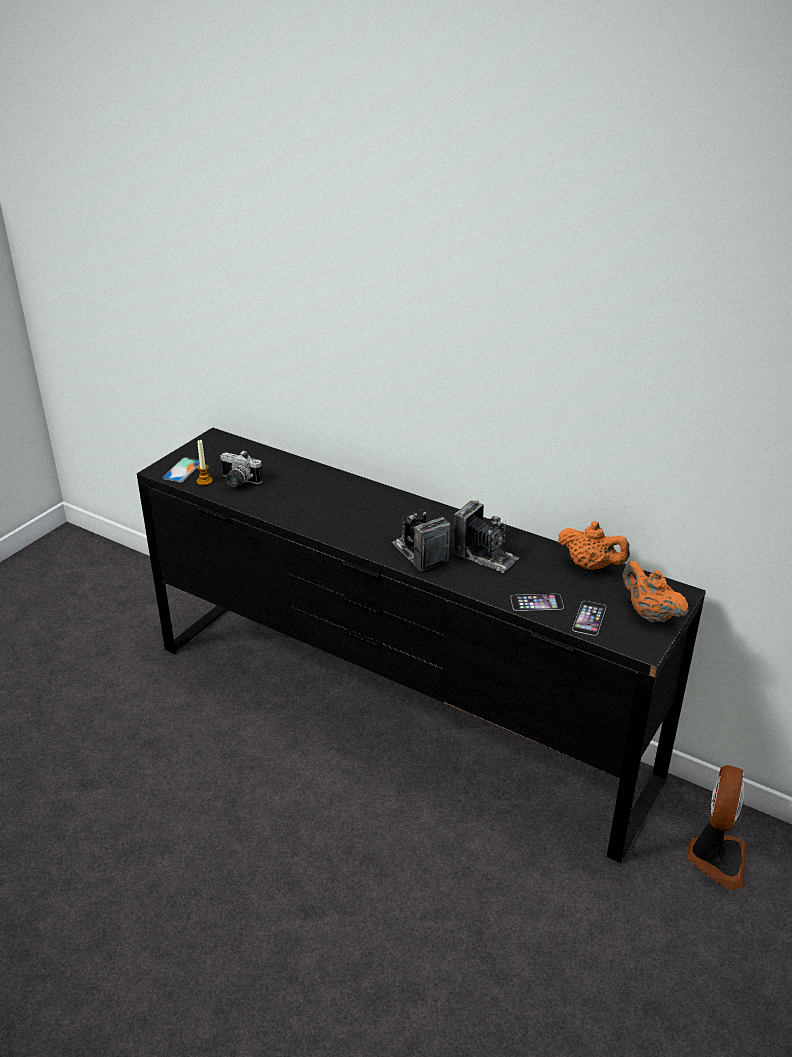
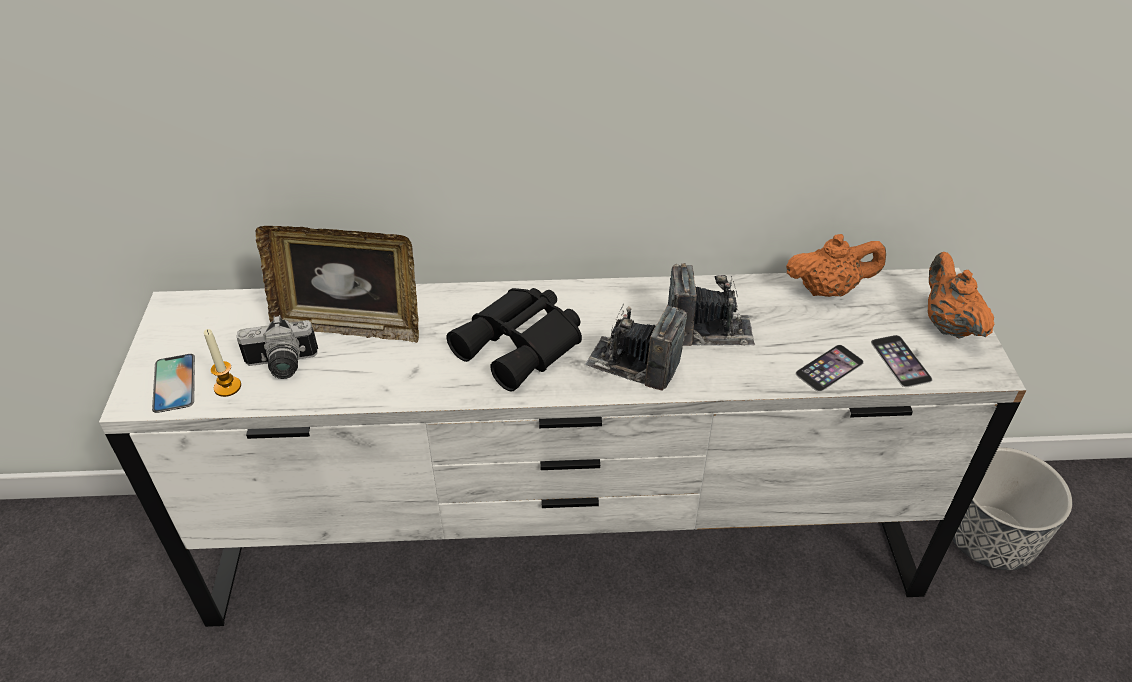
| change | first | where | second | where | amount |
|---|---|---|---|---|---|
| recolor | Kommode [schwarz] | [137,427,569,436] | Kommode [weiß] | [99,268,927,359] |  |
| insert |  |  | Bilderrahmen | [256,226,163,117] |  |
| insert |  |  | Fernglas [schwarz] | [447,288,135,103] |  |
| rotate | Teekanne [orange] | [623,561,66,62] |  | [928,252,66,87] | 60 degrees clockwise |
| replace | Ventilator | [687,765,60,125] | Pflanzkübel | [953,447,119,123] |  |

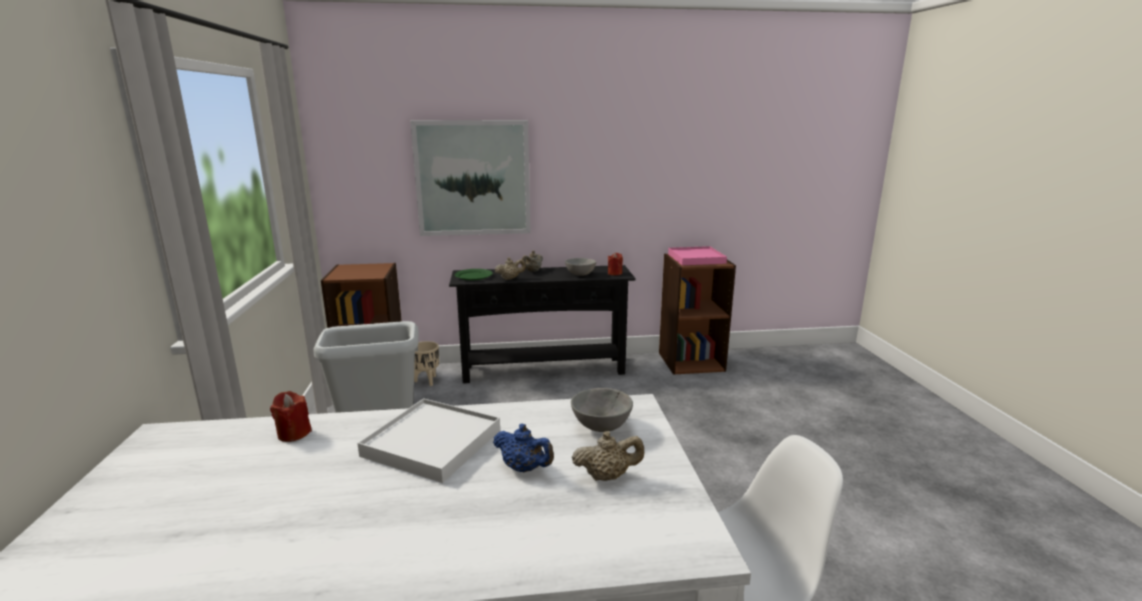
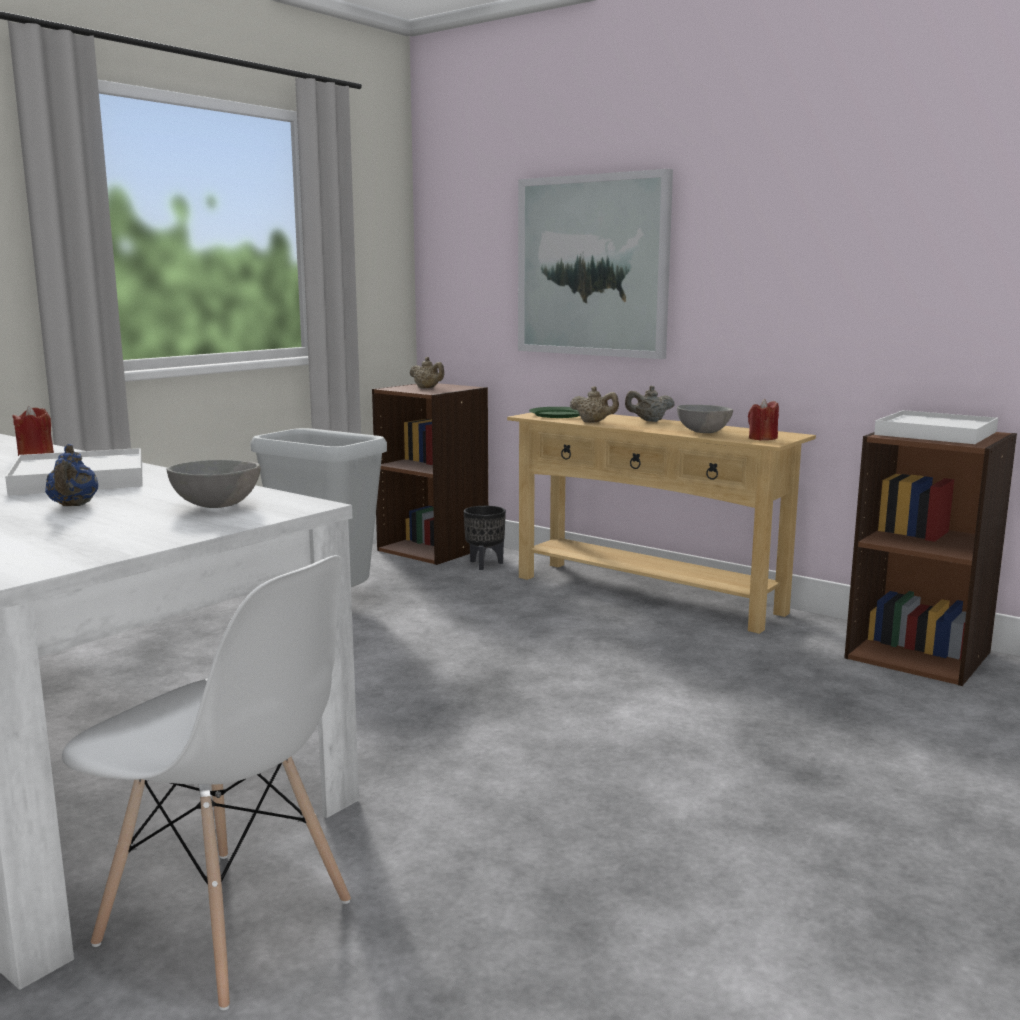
| change | first | where | second | where | amount |
|---|---|---|---|---|---|
| move | Teekanne [beige] | [572,431,72,50] |  | [410,357,34,31] |  |
| recolor | Pflanzkübel [beige] | [414,341,25,45] | Pflanzkübel [schwarz] | [464,506,42,64] |  |
| recolor | Konsolentisch [schwarz] | [449,265,187,118] | Konsolentisch [beige] | [507,412,309,222] |  |
| recolor | Tablett [rosa] | [668,246,59,19] | Tablett [weiß] | [874,410,124,34] |  |

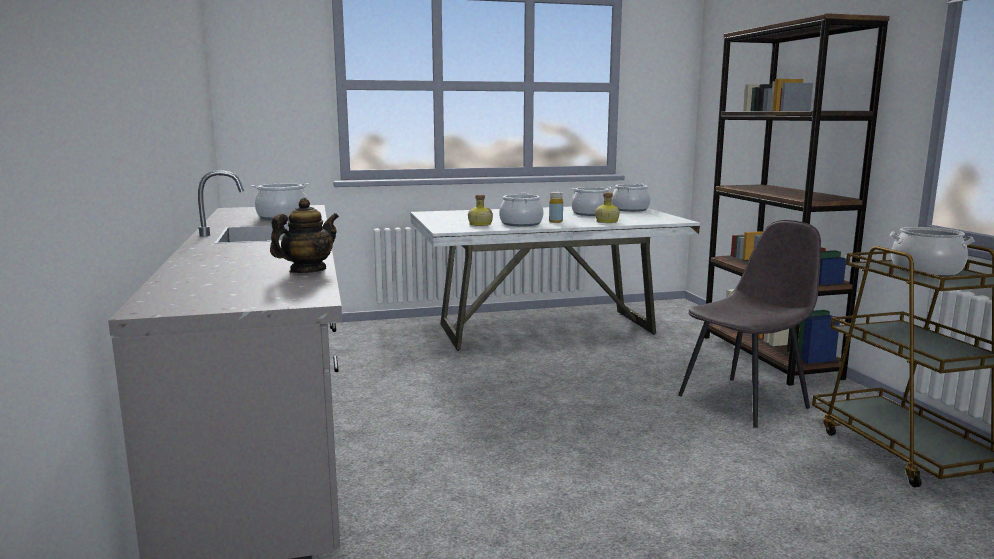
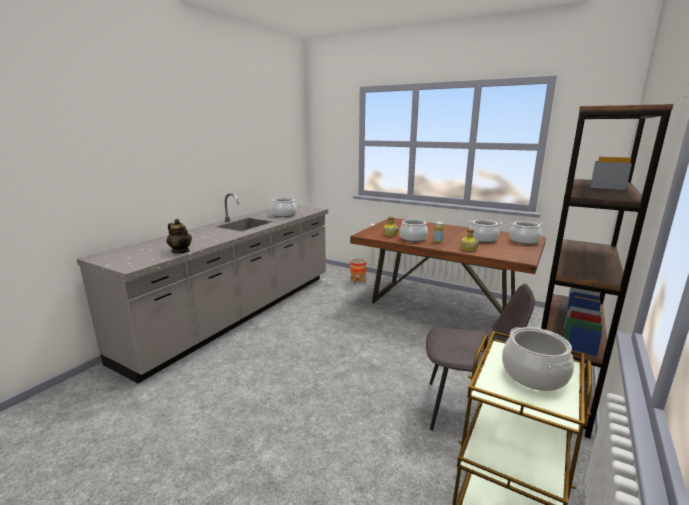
| change | first | where | second | where | amount |
|---|---|---|---|---|---|
| rotate | Teekanne | [270,198,69,75] |  | [166,219,26,34] | 45 degrees clockwise |
| recolor | Esstisch [weiß] | [410,207,290,144] | Esstisch [braun] | [350,218,196,96] |  |
| insert |  |  | Pflanzkübel | [350,258,16,26] |  |

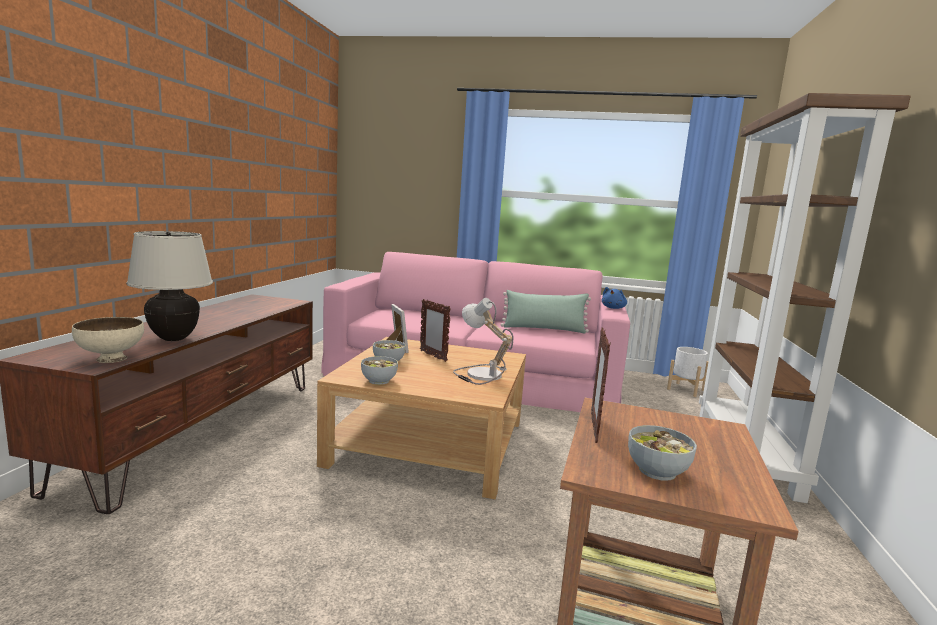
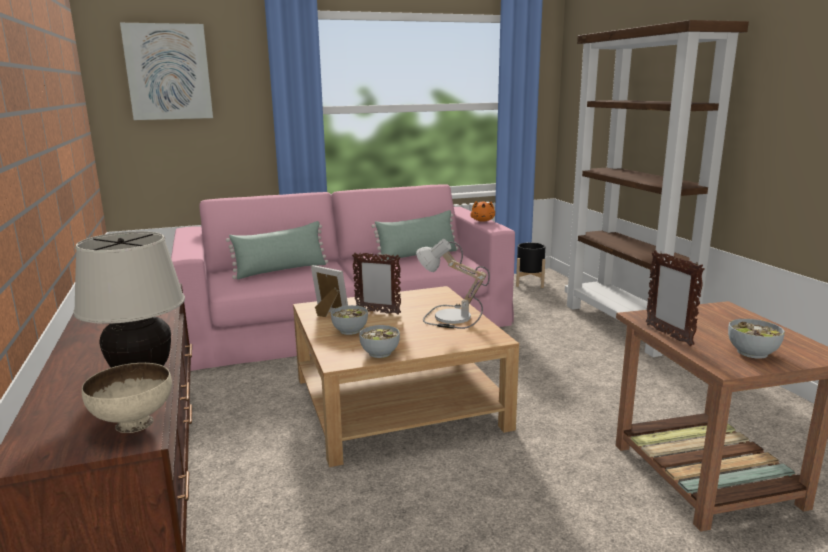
| change | first | where | second | where | amount |
|---|---|---|---|---|---|
| insert |  |  | Bild | [120,23,93,97] |  |
| insert |  |  | Kissen [grün] | [226,221,102,58] |  |
| recolor | Plüschtier [blau] | [602,287,25,22] | Plüschtier [orange] | [470,201,25,21] |  |
| recolor | Pflanzkübel [weiß] | [667,347,42,50] | Pflanzkübel [schwarz] | [516,243,29,45] |  |

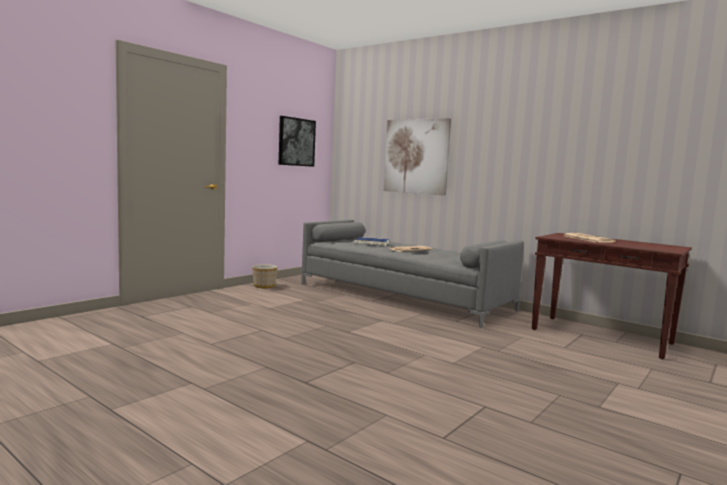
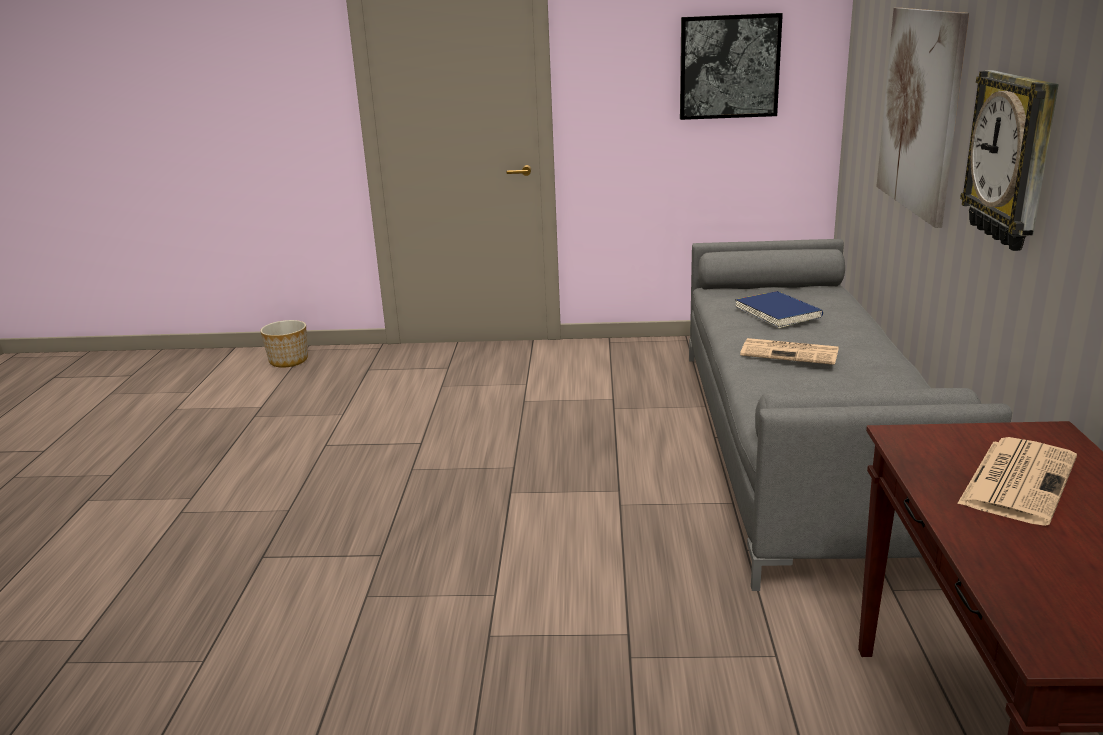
| change | first | where | second | where | amount |
|---|---|---|---|---|---|
| move | Pflanzkübel | [252,264,25,24] |  | [260,320,48,48] |  |
| insert |  |  | Wanduhr | [960,70,99,181] |  |

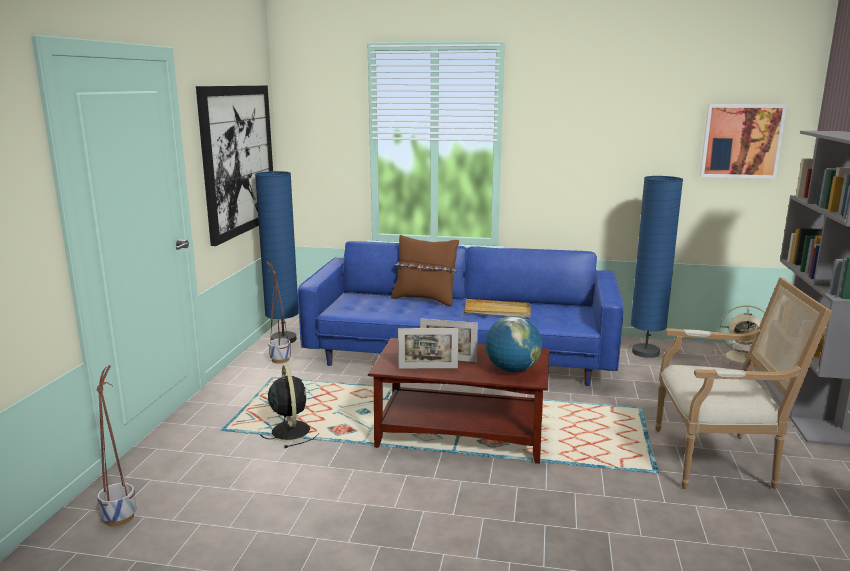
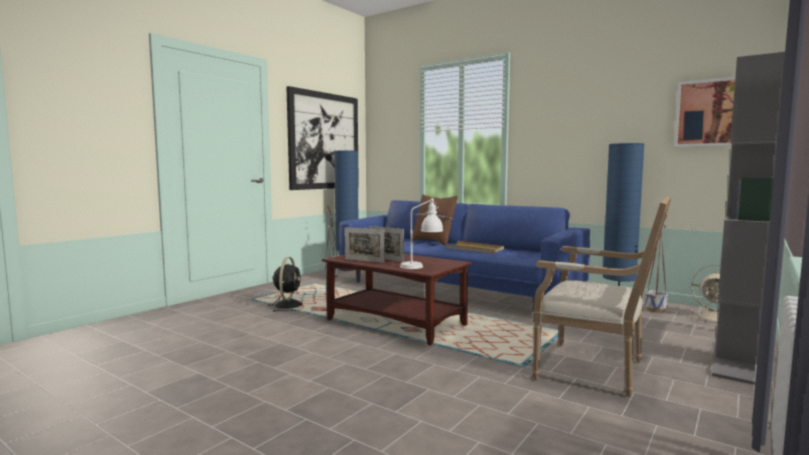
| change | first | where | second | where | amount |
|---|---|---|---|---|---|
| replace | Globus | [485,316,57,57] | Tischlampe [weiß] | [400,198,43,71] |  |
| move | Pflanzkübel | [97,365,39,162] |  | [645,215,23,98] |  |

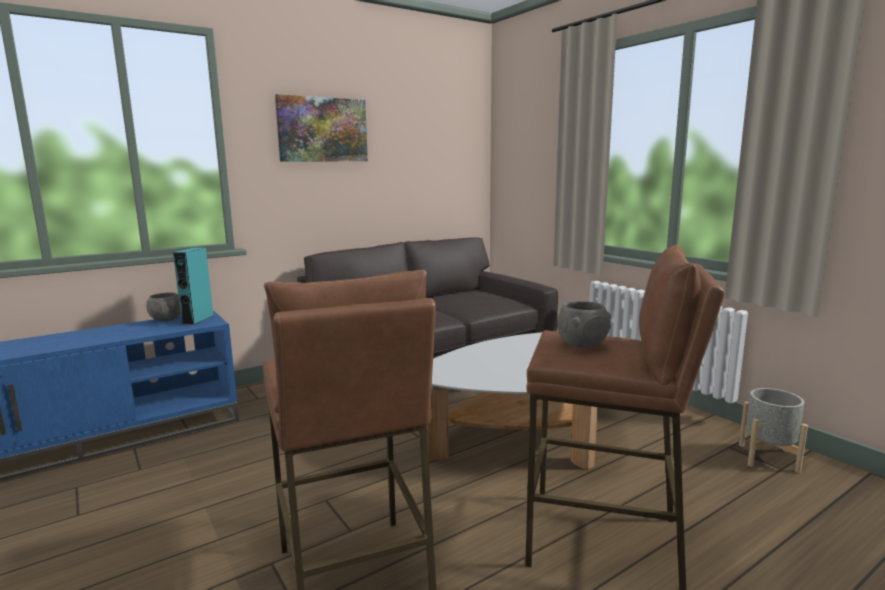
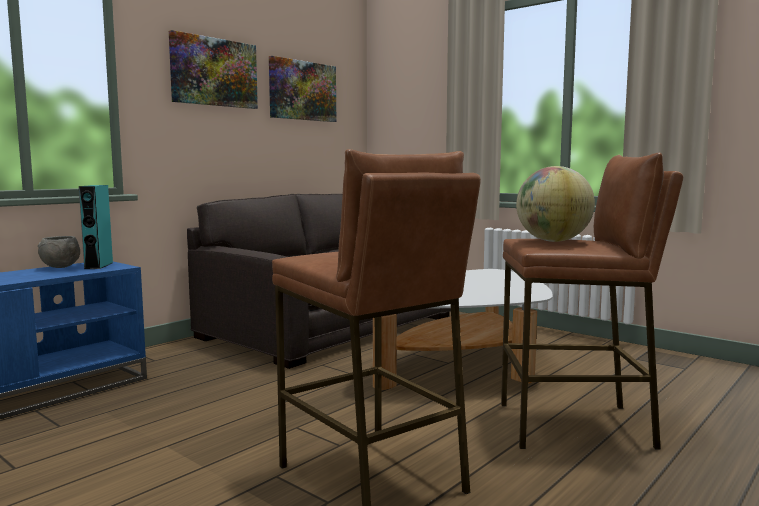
| change | first | where | second | where | amount |
|---|---|---|---|---|---|
| insert |  |  | Bild | [269,56,67,66] |  |
| replace | Schüssel [grau] | [557,301,54,47] | Globus | [516,166,79,76] |  |
| delete | Pflanzkübel [grau] | [739,388,69,85] |  |  |  |

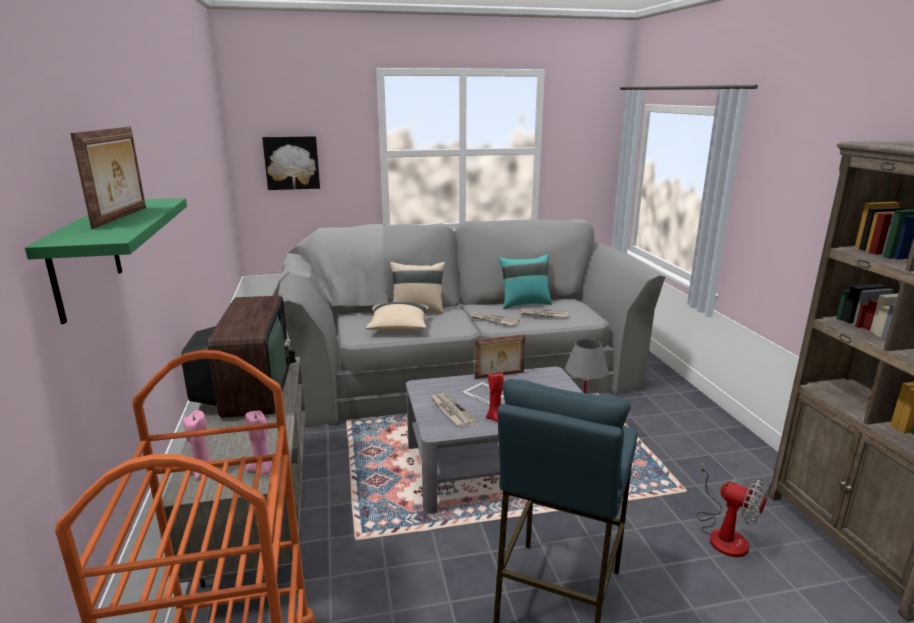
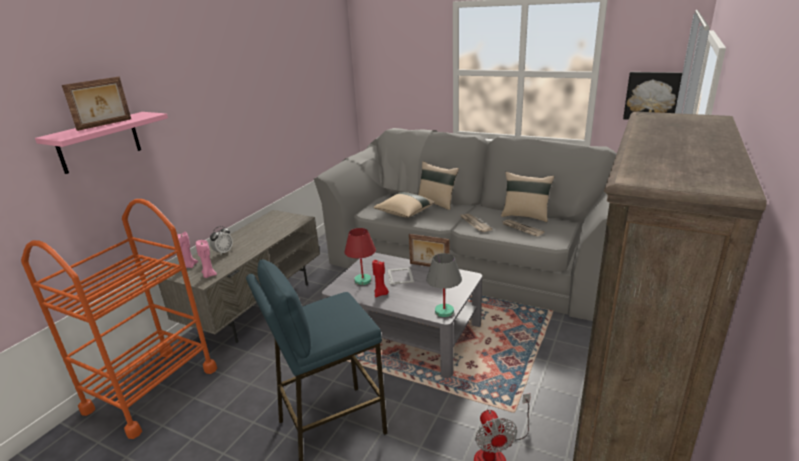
| change | first | where | second | where | amount |
|---|---|---|---|---|---|
| recolor | Wandregal [grün] | [25,198,162,126] | Wandregal [rosa] | [35,112,133,62] |  |
| insert |  |  | Wecker | [210,226,23,29] |  |
| replace | Zeitung | [430,393,49,34] | Tischlampe [rot] | [344,228,32,57] |  |
| recolor | Kissen [türkis] | [498,254,54,55] | Kissen [beige] | [501,172,53,50] |  |
| move | Bild | [262,136,58,54] |  | [623,72,59,48] |  |
| delete | Fernseher | [181,295,115,123] |  |  |  |

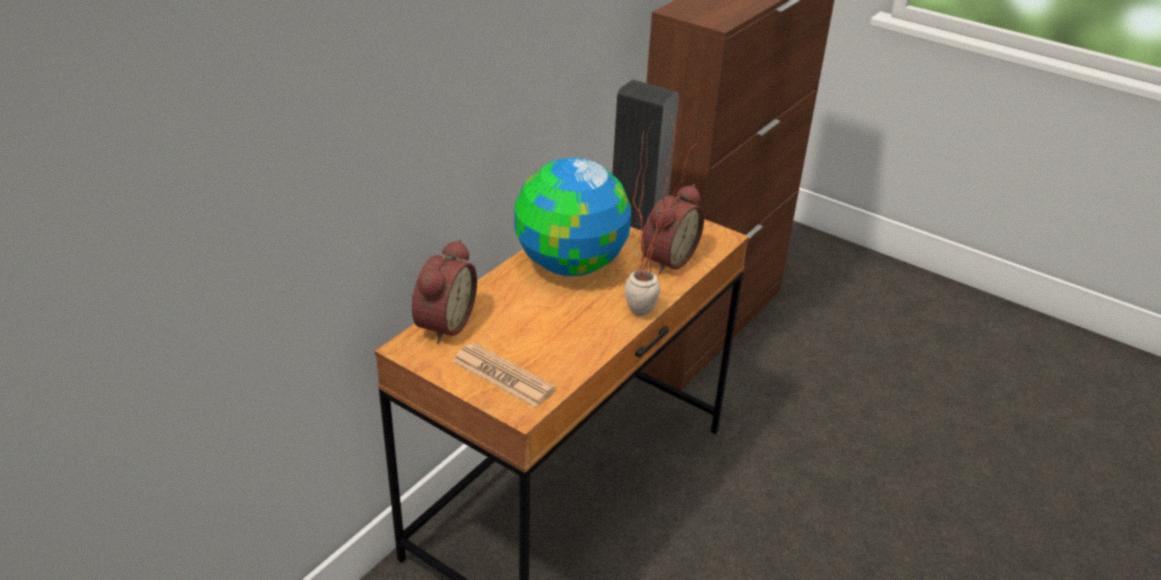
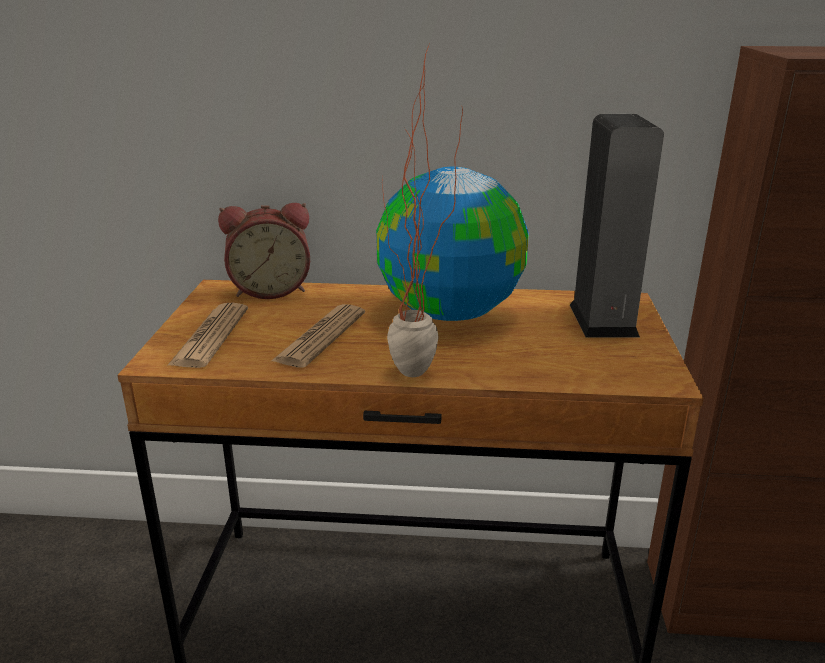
| change | first | where | second | where | amount |
|---|---|---|---|---|---|
| insert |  |  | Zeitung | [271,304,94,64] |  |
| delete | Wecker | [641,184,63,90] |  |  |  |

